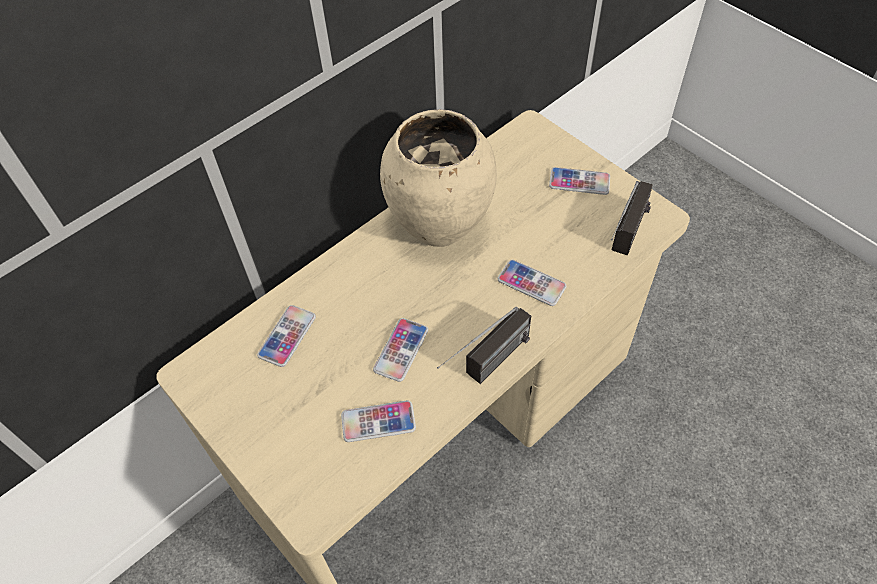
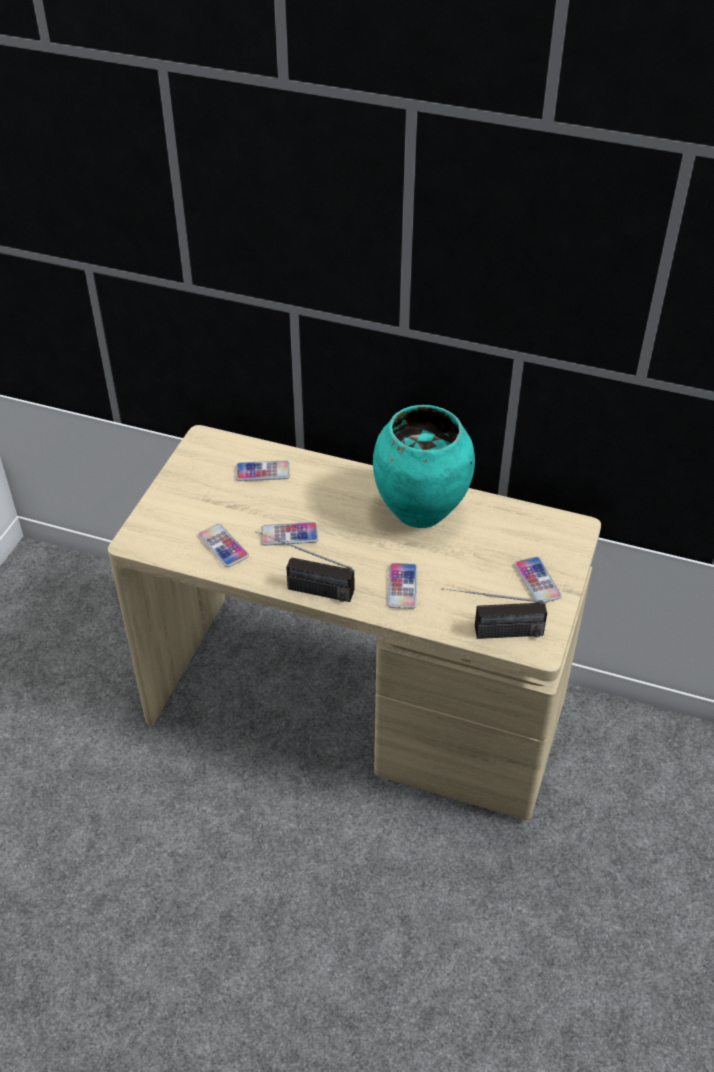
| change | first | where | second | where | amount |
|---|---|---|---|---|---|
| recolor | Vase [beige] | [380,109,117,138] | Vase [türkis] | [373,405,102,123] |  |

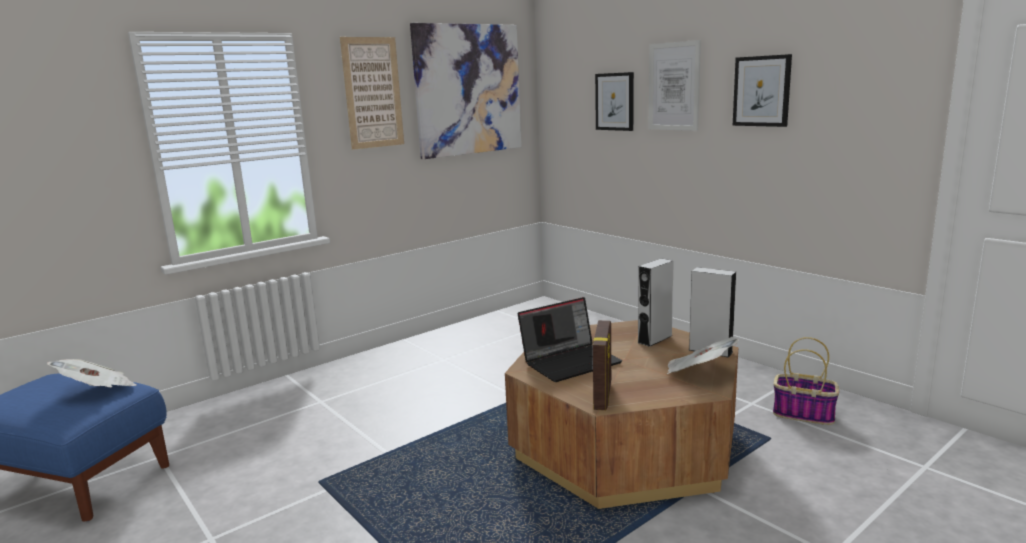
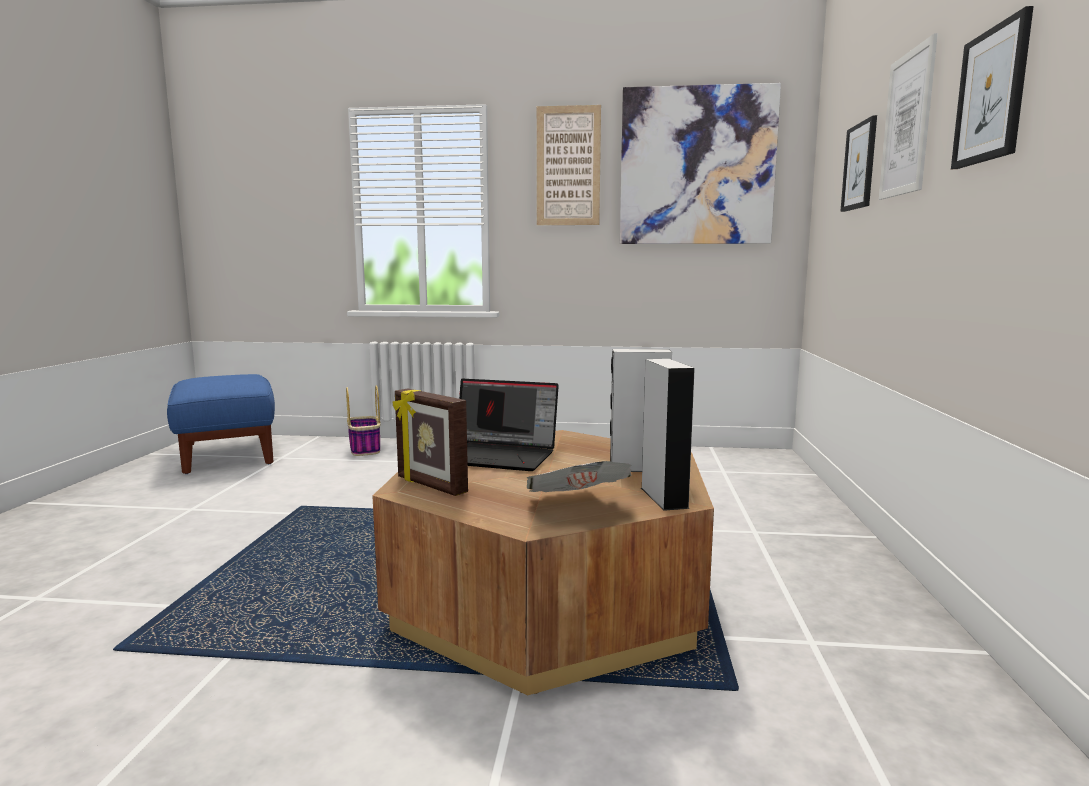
| change | first | where | second | where | amount |
|---|---|---|---|---|---|
| move | Korb | [773,337,66,88] |  | [346,385,35,71] |  |
| rotate | Bilderrahmen | [593,320,18,90] |  | [393,388,75,108] | 75 degrees clockwise |
| delete | Zeitung | [47,359,89,28] |  |  |  |

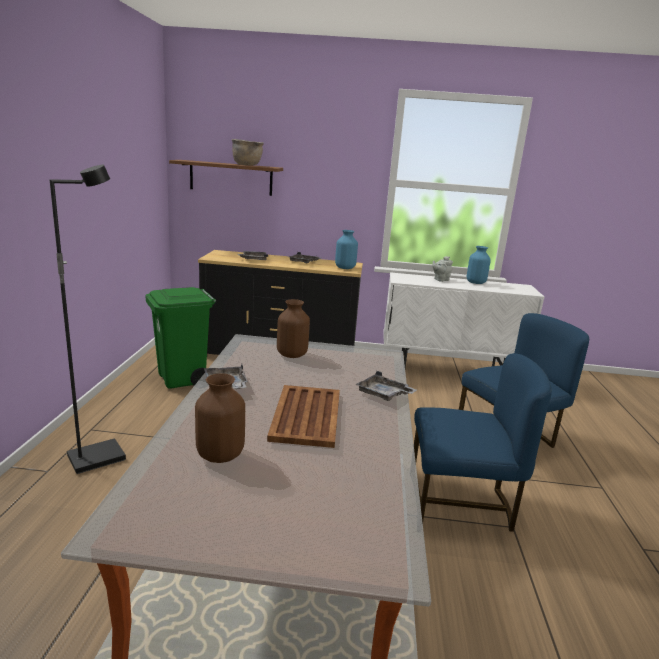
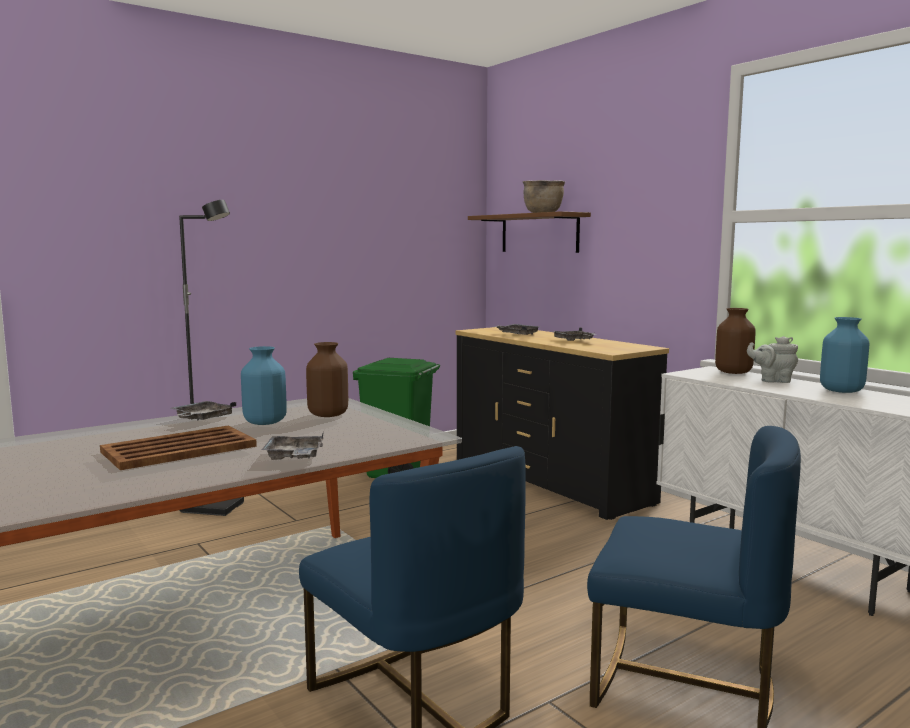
| change | first | where | second | where | amount |
|---|---|---|---|---|---|
| move | Vase [blau] | [335,230,23,39] |  | [241,346,46,79] |  |
| move | Vase [braun] | [195,373,50,90] |  | [715,308,41,66] |  |

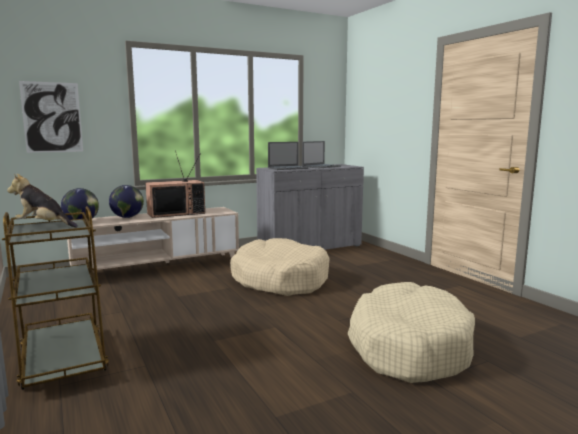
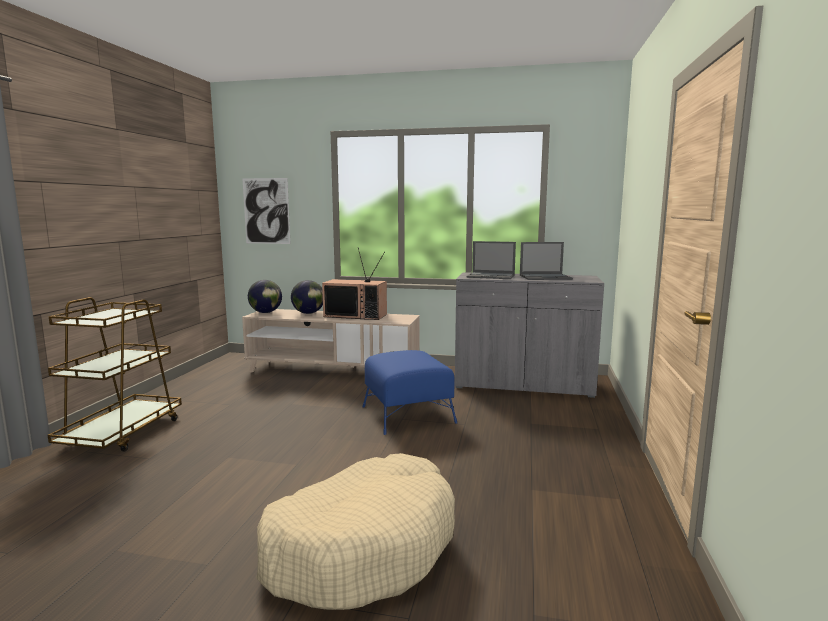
| change | first | where | second | where | amount |
|---|---|---|---|---|---|
| replace | Hundebett [beige] | [230,238,100,58] | Polsterhocker [blau] | [362,350,95,85] |  |
| delete | Plüschtier | [7,173,71,55] |  |  |  |

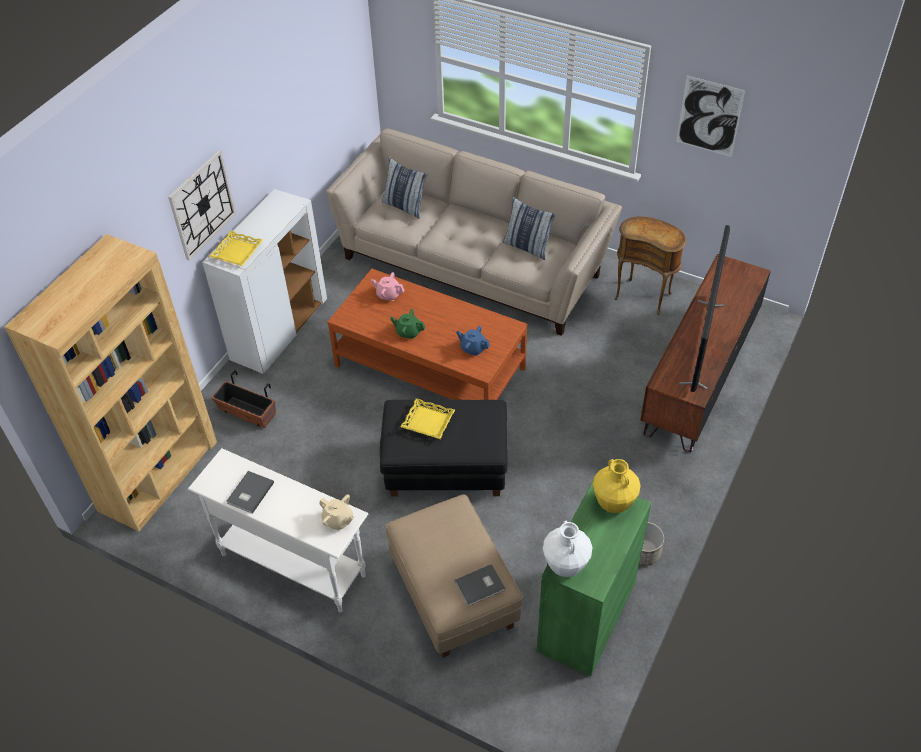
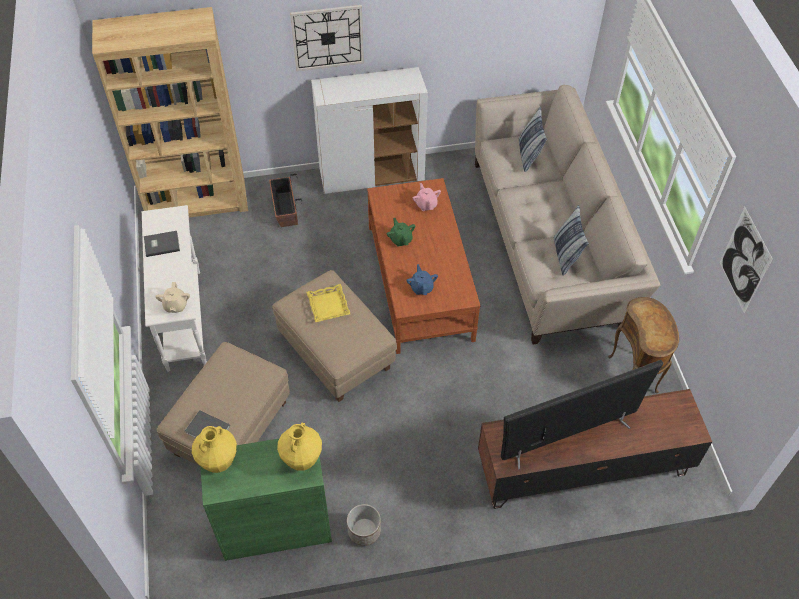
| change | first | where | second | where | amount |
|---|---|---|---|---|---|
| recolor | Vase [weiß] | [543,520,49,57] | Vase [gelb] | [192,426,45,47] |  |
| recolor | Polsterhocker [schwarz] | [380,400,127,97] | Polsterhocker [beige] | [272,270,125,132] |  |
| delete | Tablett [gelb] | [209,231,54,35] |  |  |  |

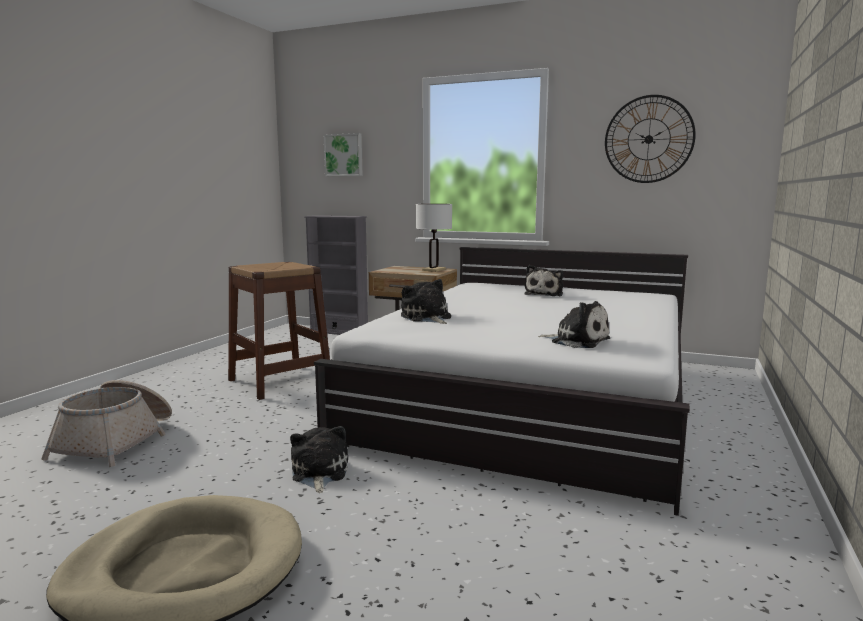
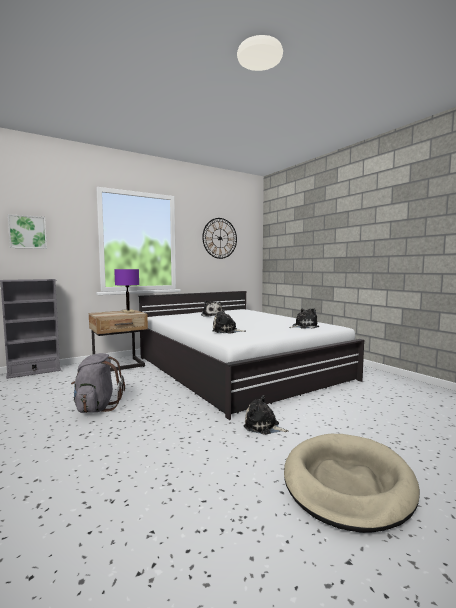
| change | first | where | second | where | amount |
|---|---|---|---|---|---|
| replace | Hocker [braun] | [228,262,102,138] | Rucksack [grau] | [71,353,54,60] |  |
| recolor | Tischlampe [weiß] | [416,204,36,68] | Tischlampe [lila] | [114,269,25,44] |  |
| delete | Korb | [41,380,131,87] |  |  |  |

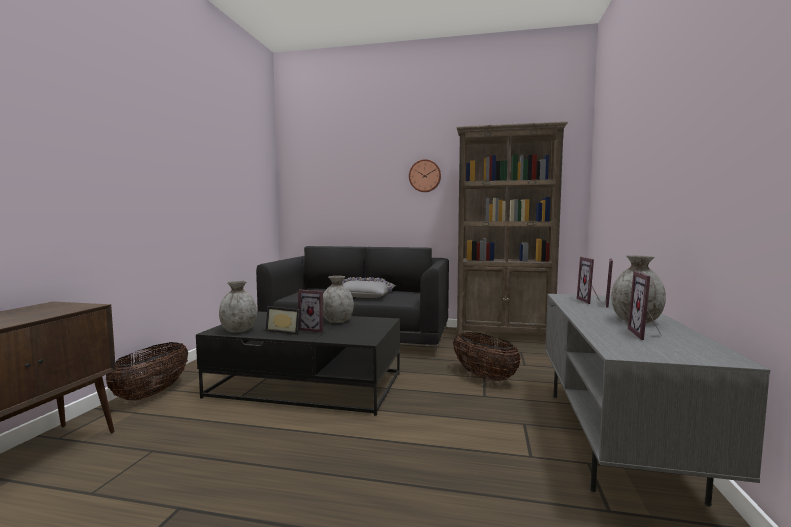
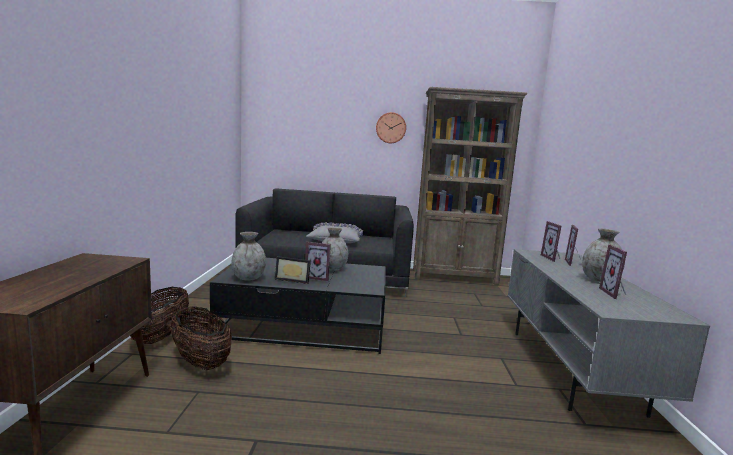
| change | first | where | second | where | amount |
|---|---|---|---|---|---|
| move | Korb | [453,332,68,49] |  | [170,307,62,64] |  |

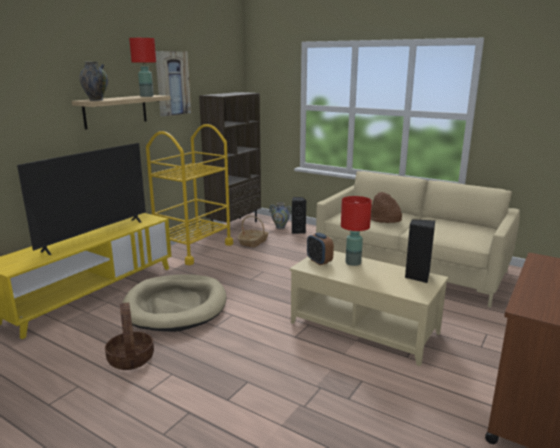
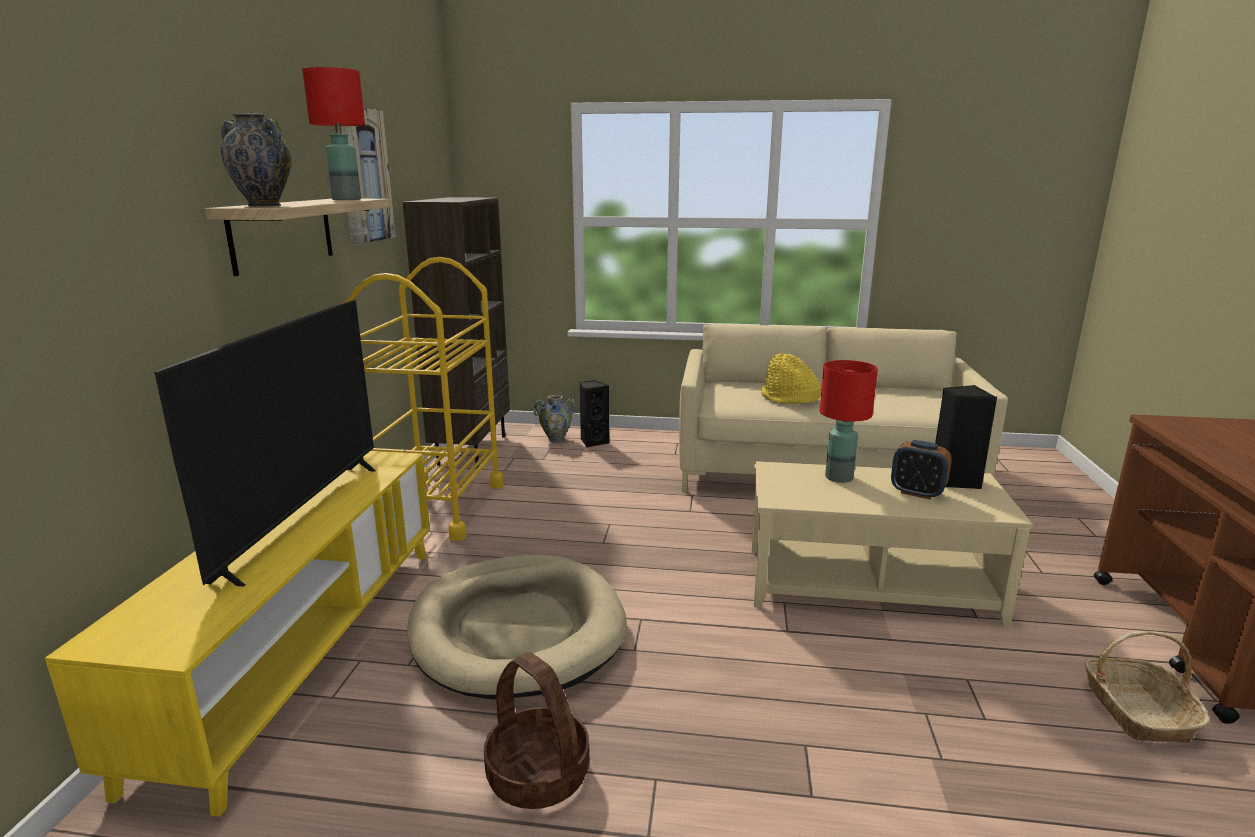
| change | first | where | second | where | amount |
|---|---|---|---|---|---|
| recolor | Hut [braun] | [371,192,31,31] | Hut [gelb] | [761,353,60,51] |  |
| move | Wecker | [307,233,27,32] |  | [891,440,61,60] |  |
| move | Korb | [237,216,32,32] |  | [1084,631,126,112] |  |

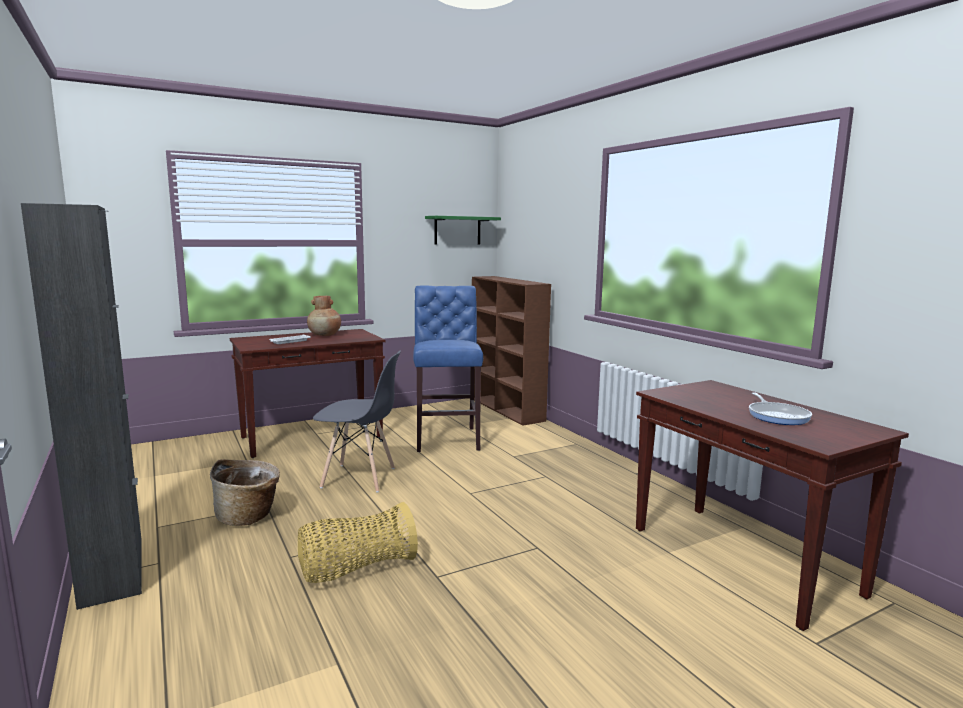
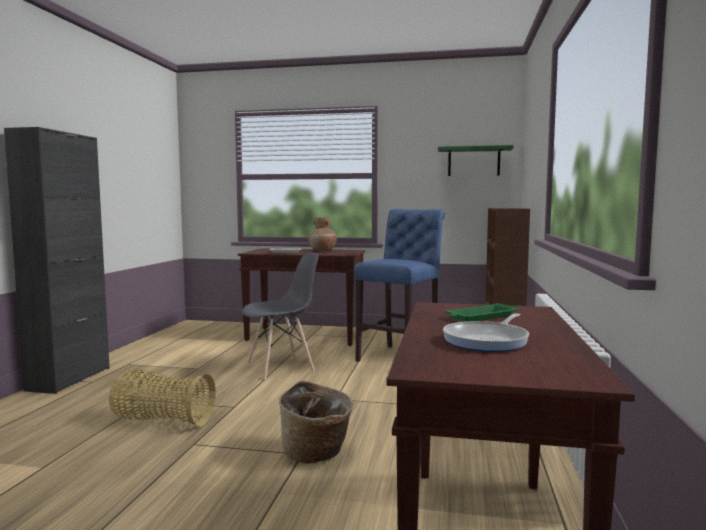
| change | first | where | second | where | amount |
|---|---|---|---|---|---|
| rotate | Stuhl [grau] | [313,350,88,142] |  | [242,252,76,127] | 75 degrees counterclockwise |
| move | Korb | [210,459,70,67] |  | [279,381,74,83] |  |
| insert |  |  | Tablett [grün] | [445,303,74,19] |  |

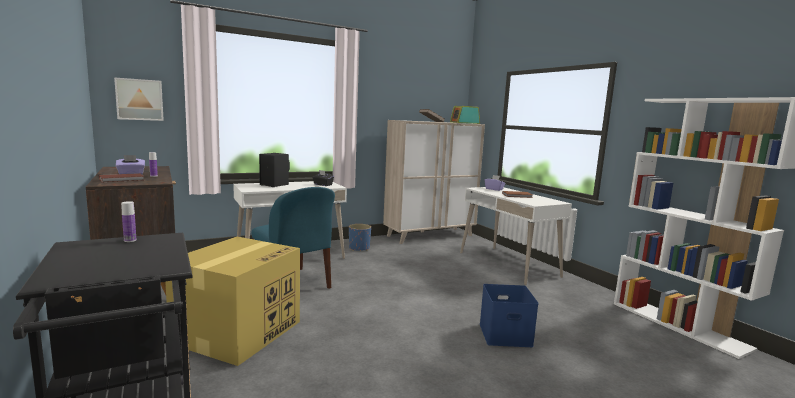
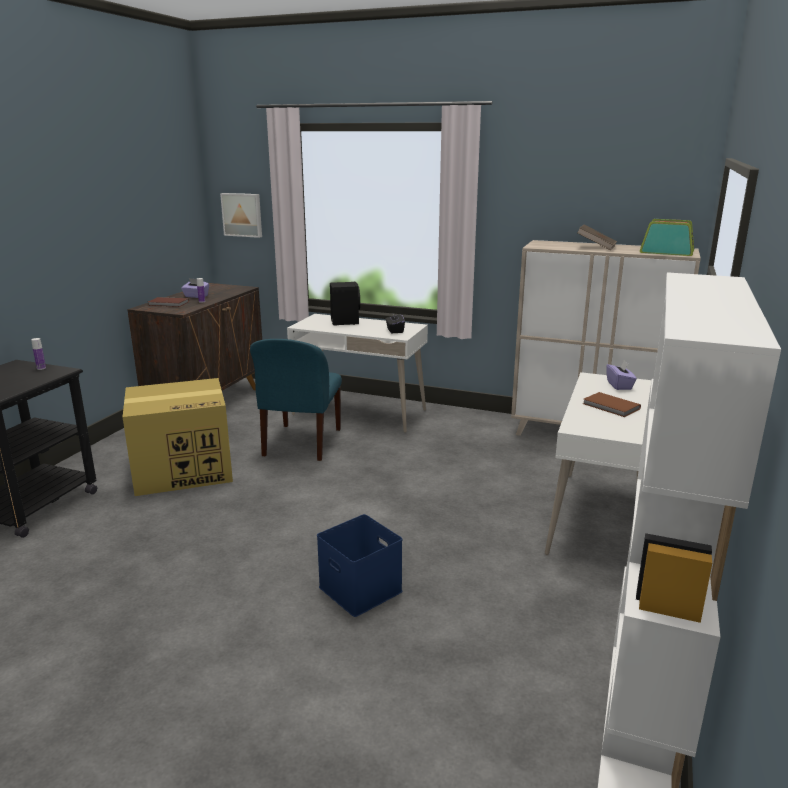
| change | first | where | second | where | amount |
|---|---|---|---|---|---|
| delete | Pflanzkübel [blau] | [349,224,22,27] |  |  |  |

